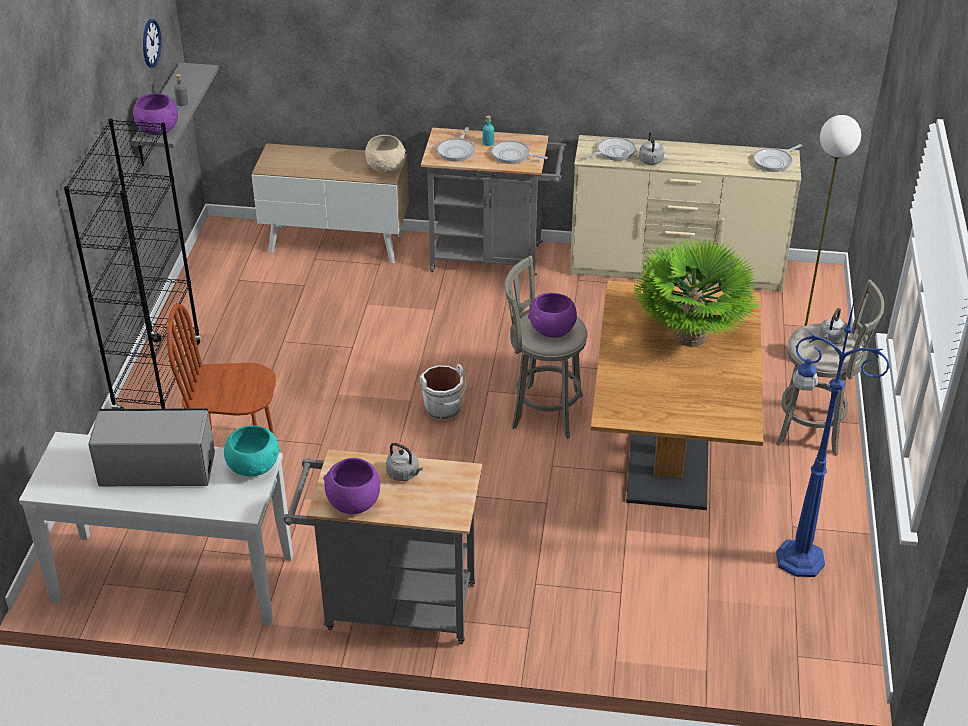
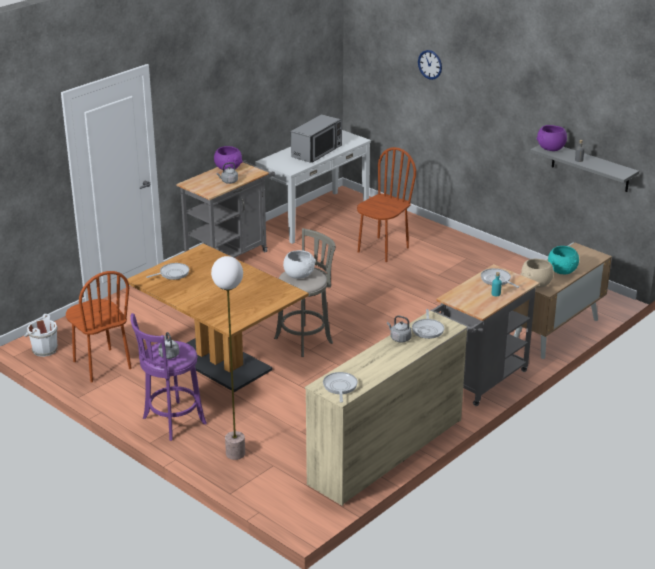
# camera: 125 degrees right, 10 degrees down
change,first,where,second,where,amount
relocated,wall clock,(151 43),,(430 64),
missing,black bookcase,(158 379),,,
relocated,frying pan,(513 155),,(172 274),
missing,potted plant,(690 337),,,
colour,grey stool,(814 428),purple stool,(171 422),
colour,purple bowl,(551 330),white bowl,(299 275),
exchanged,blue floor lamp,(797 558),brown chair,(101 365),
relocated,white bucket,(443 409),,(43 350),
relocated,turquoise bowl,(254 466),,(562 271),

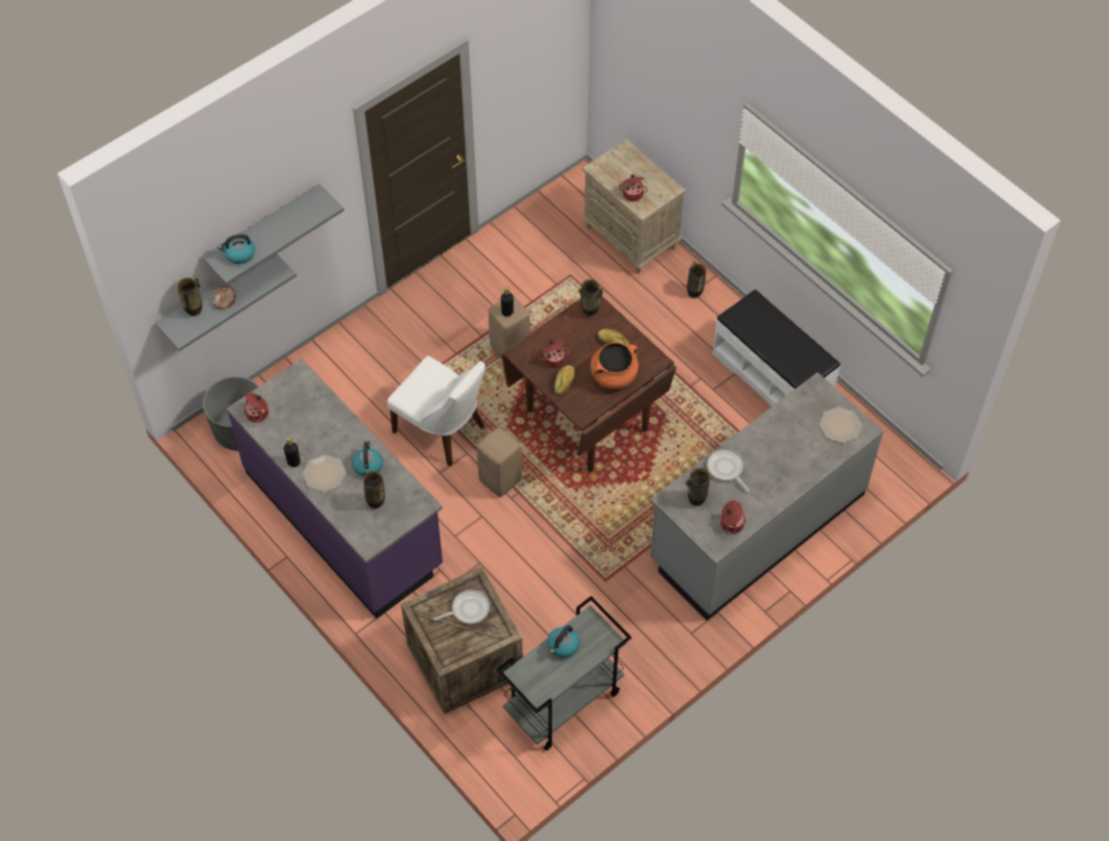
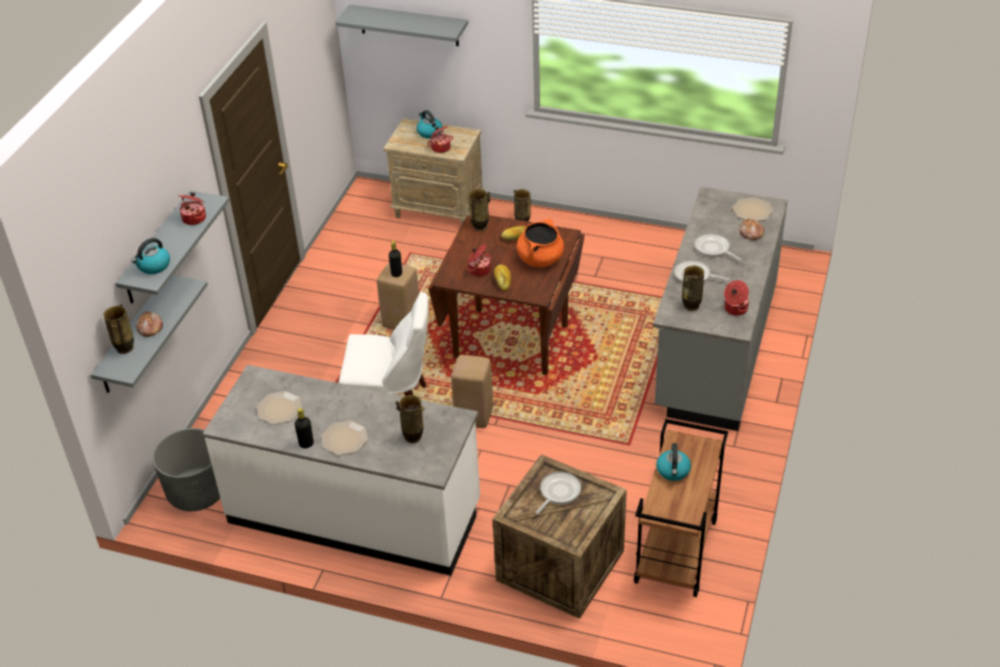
# camera: 30 degrees left, 15 degrees down
change,first,where,second,where,amount
missing,white bench,(772 376),,,
colour,purple counter,(344 519),white counter,(355 513),
relocated,cooking pot,(258 413),,(195 218),
relocated,kettle,(367 465),,(429 132),
colour,grey cart,(563 703),brown cart,(676 553),
appeared,,,grey shelf,(409 25),
appeared,,,bread,(751 233),
appeared,,,frying pan,(713 249),
appeared,,,plate,(280 408),

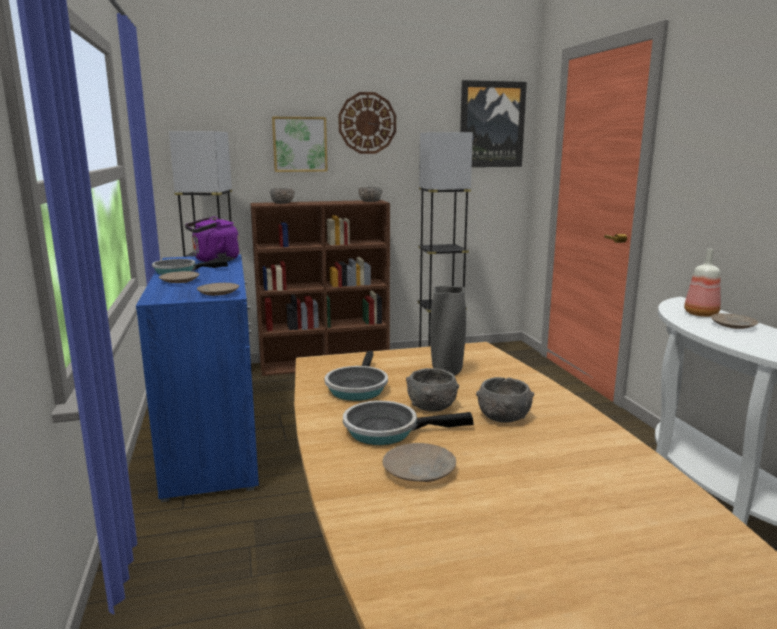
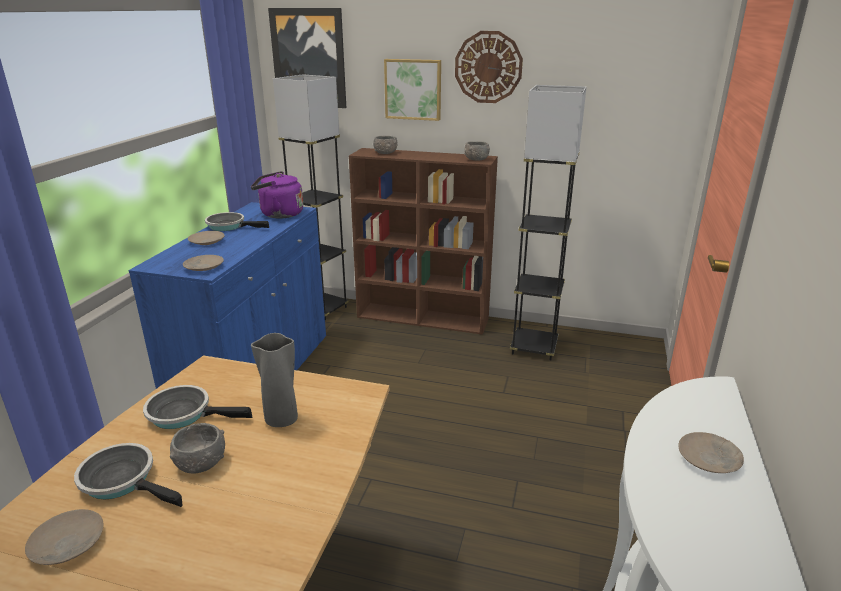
# camera: 30 degrees right, 10 degrees up
change,first,where,second,where,amount
relocated,picture,(491 124),,(309 58),
missing,bottle,(702 314),,,
spun,frying pan,(357 387),,(185 414),60 degrees clockwise
missing,grey bowl,(503 416),,,

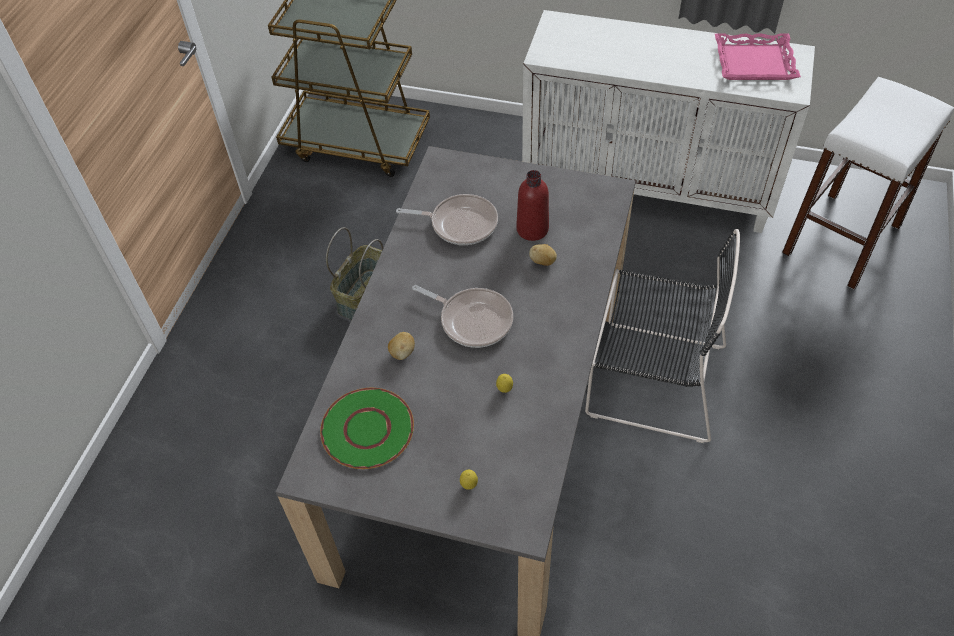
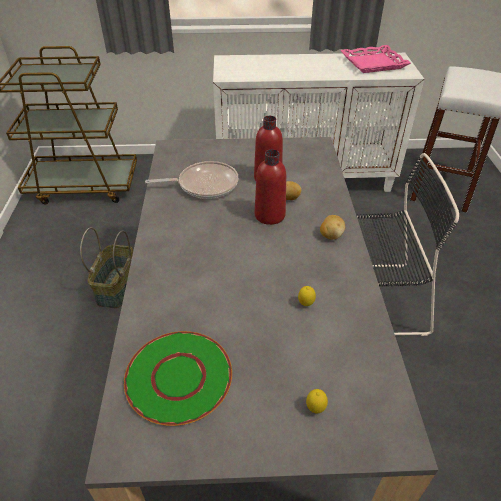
# camera: 20 degrees left, 10 degrees down
change,first,where,second,where,amount
missing,frying pan,(472 320),,,
relocated,potato,(402 352),,(331 235),
appeared,,,red bottle,(269 215),

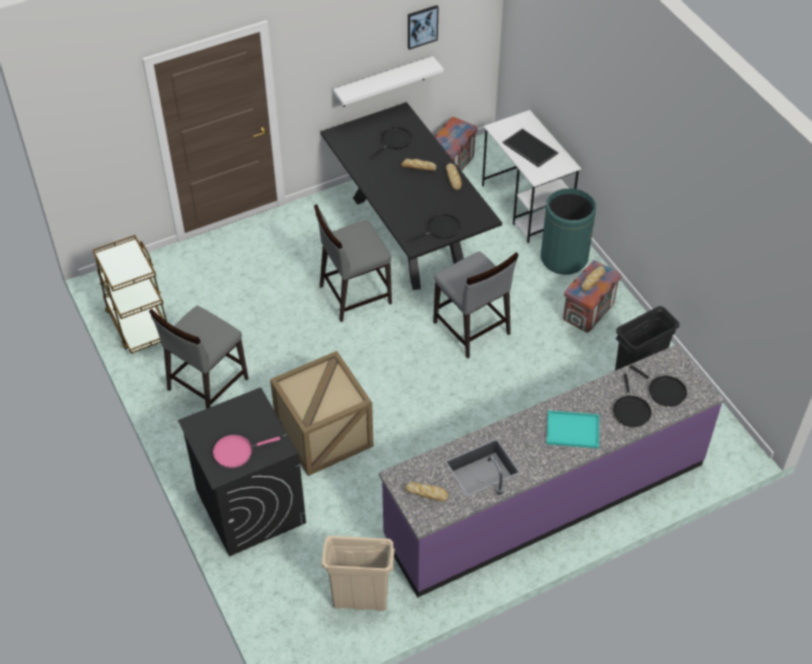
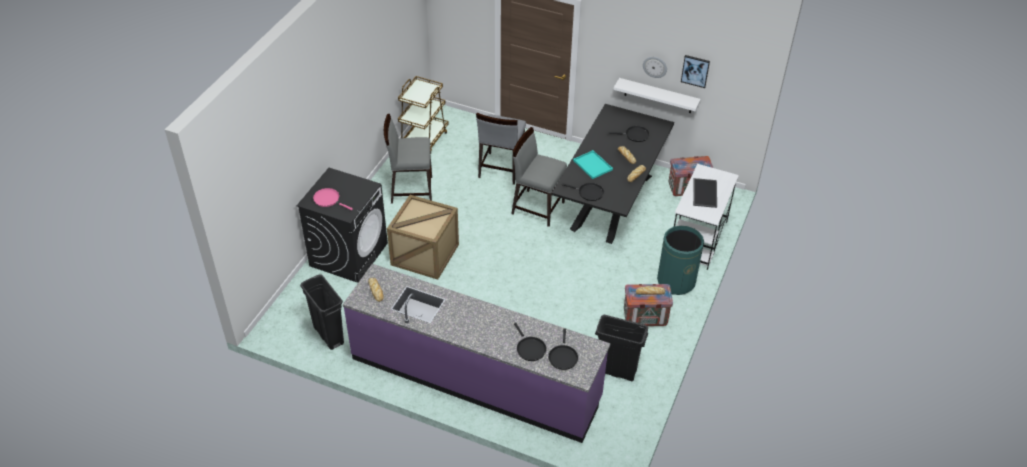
# camera: 50 degrees right, 5 degrees down
change,first,where,second,where,amount
relocated,grey chair,(471 329),,(501 168),
spun,black frying pan,(630 410),,(530 348),75 degrees counterclockwise
relocated,turquoise tray,(574 430),,(593 165),
colour,beige trash can,(360 600),black trash can,(328 335),
appeared,,,wall clock,(655 66),

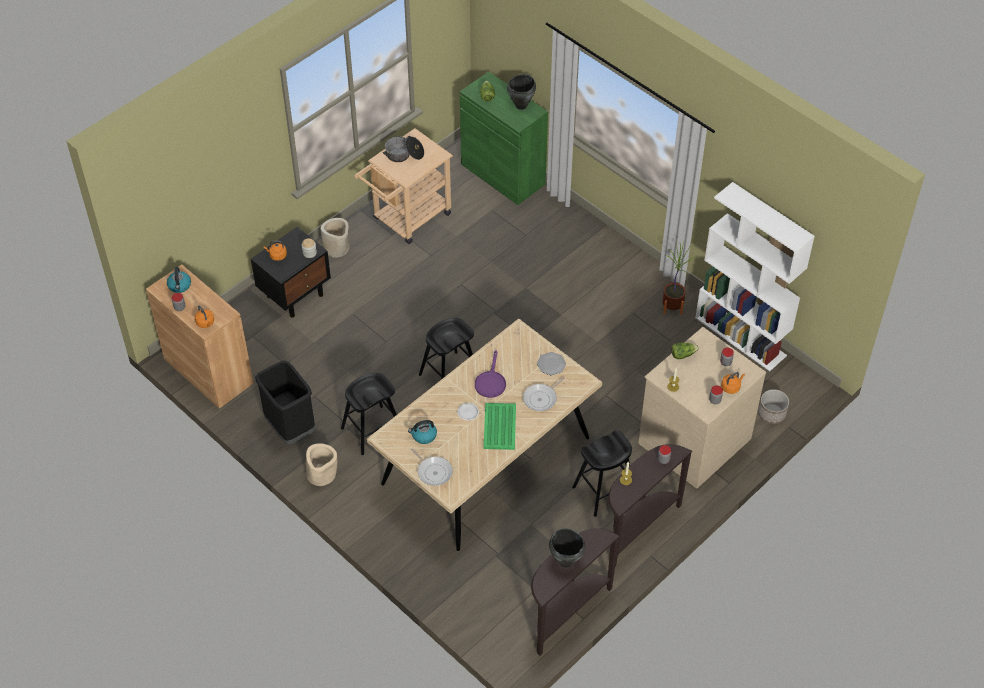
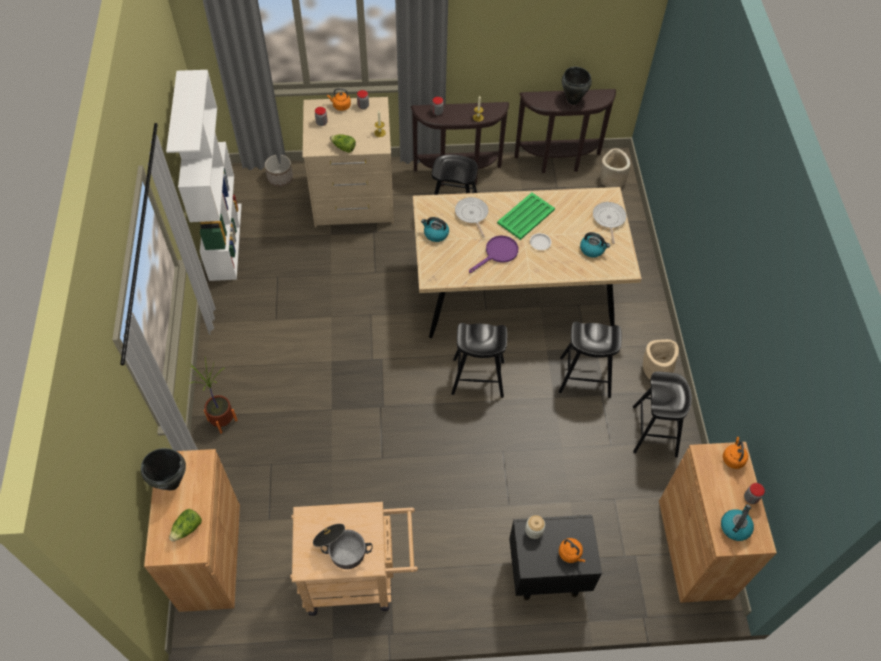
# camera: 140 degrees left, 5 degrees up
change,first,where,second,where,amount
colour,green cabinet,(503 174),brown cabinet,(210 556),
relocated,beige planter,(337 248),,(612 179),
relocated,potted plant,(672 307),,(222 420),
exchanged,plate,(551 364),kettle,(435 234),
exchanged,black trash can,(290 427),black stool,(654 431),
spun,frying pan,(541 398),,(472 214),105 degrees counterclockwise

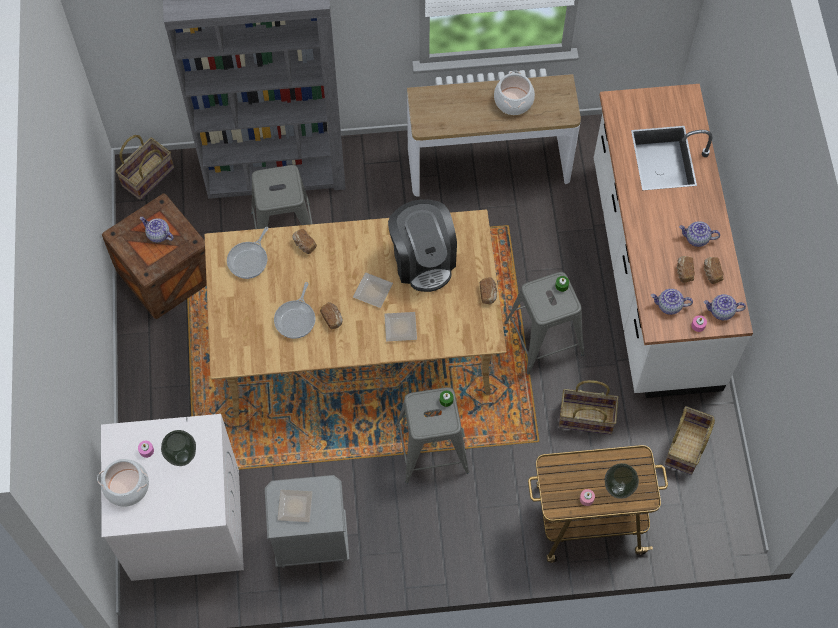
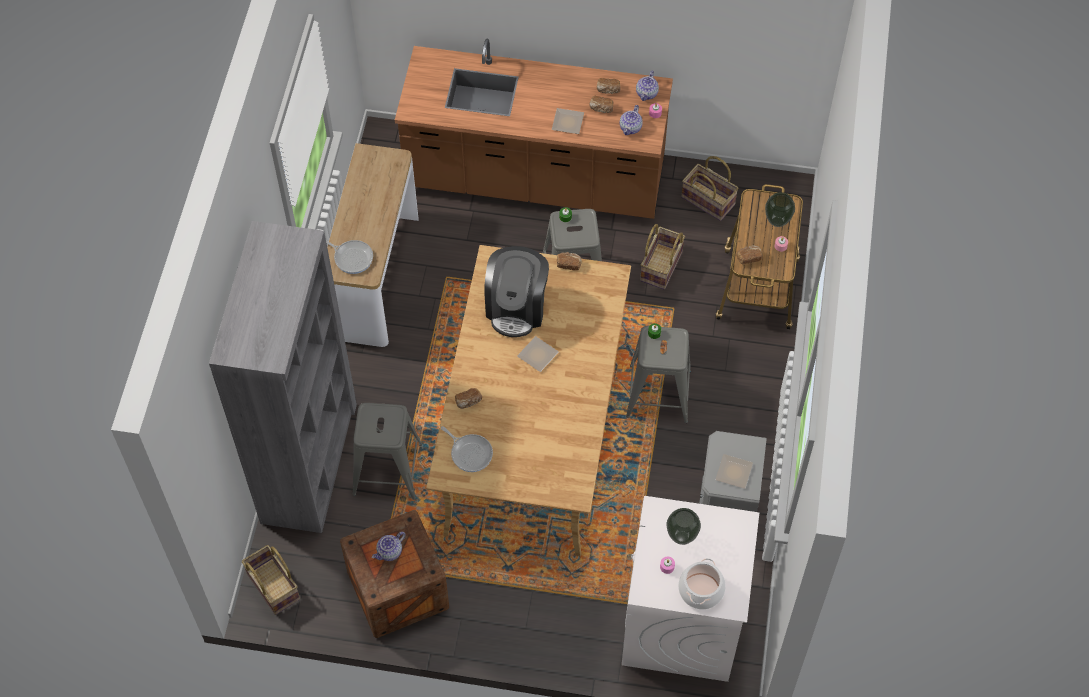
# camera: 75 degrees left, 5 degrees down
change,first,where,second,where,amount
missing,cooking pot,(513 101),,,
colour,white counter,(653 274),brown counter,(535 179),
spun,coffee machine,(423 259),,(517 307),105 degrees clockwise
missing,teapot,(696 239),,,
relocated,frying pan,(296 319),,(352 257),
relocated,bread,(332 318),,(748 258),
relocated,plate,(399 328),,(568 123),

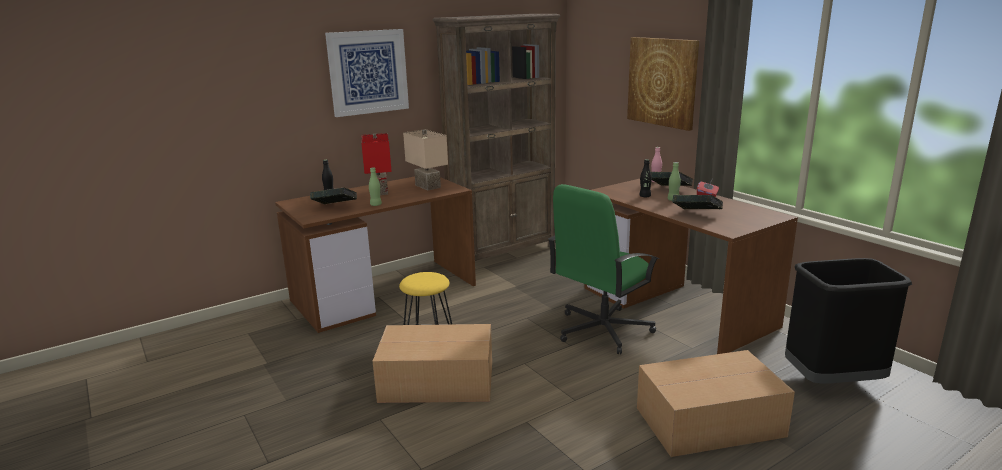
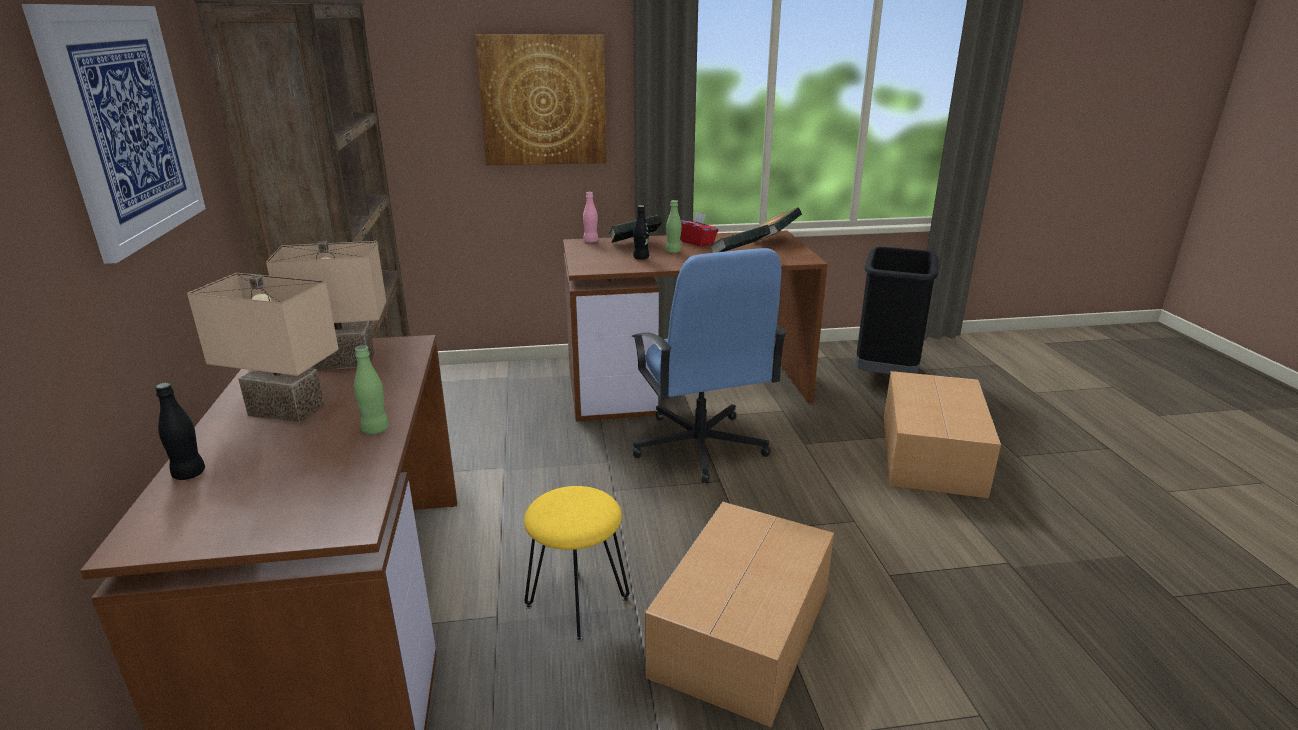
# camera: 65 degrees left, 5 degrees up
change,first,where,second,where,amount
colour,red table lamp,(381 191),beige table lamp,(289 409),
colour,green office chair,(602 330),blue office chair,(699 447),
relocated,book,(335 207),,(774 240),

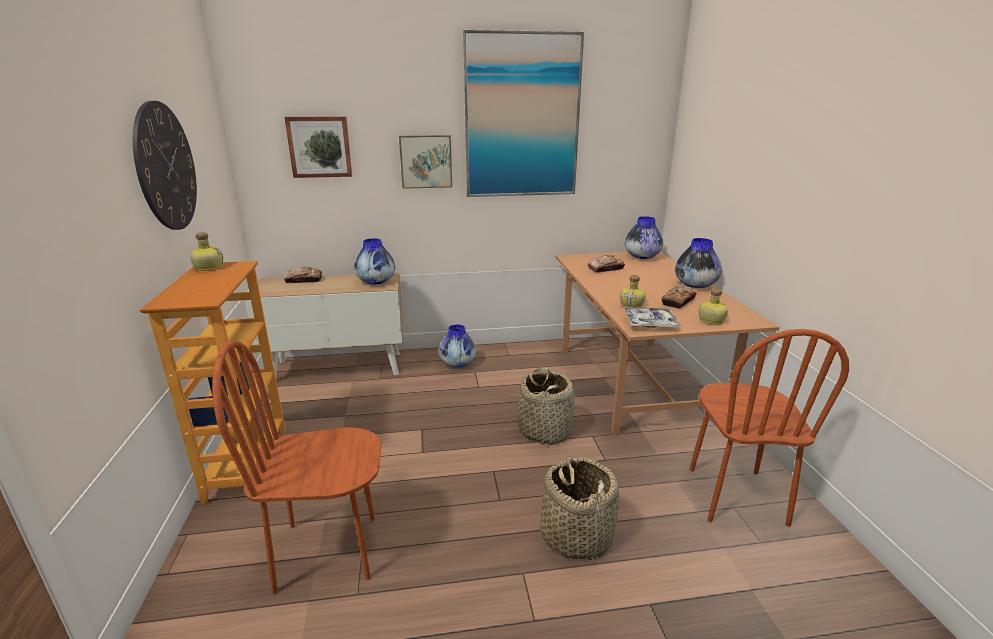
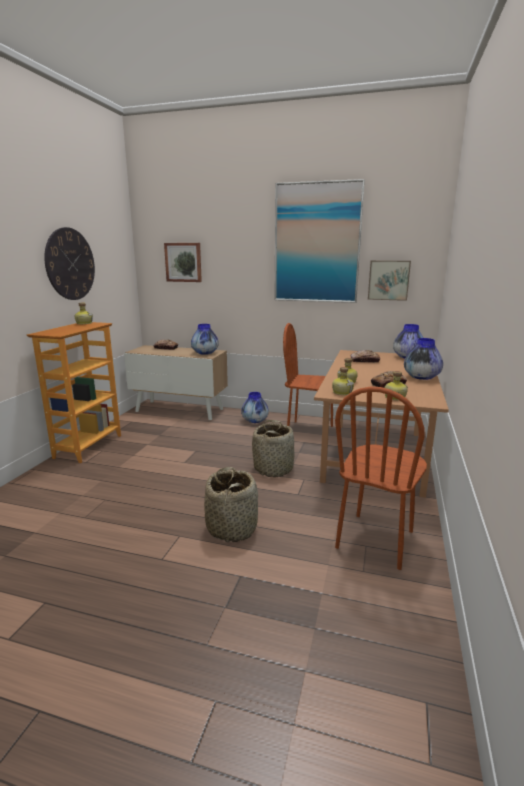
# camera: 25 degrees right, 5 degrees down
change,first,where,second,where,amount
relocated,picture,(426 161),,(388 280),
exchanged,tray,(650 323),bottle,(342 392),
relocated,brown chair,(328 551),,(310 430),

